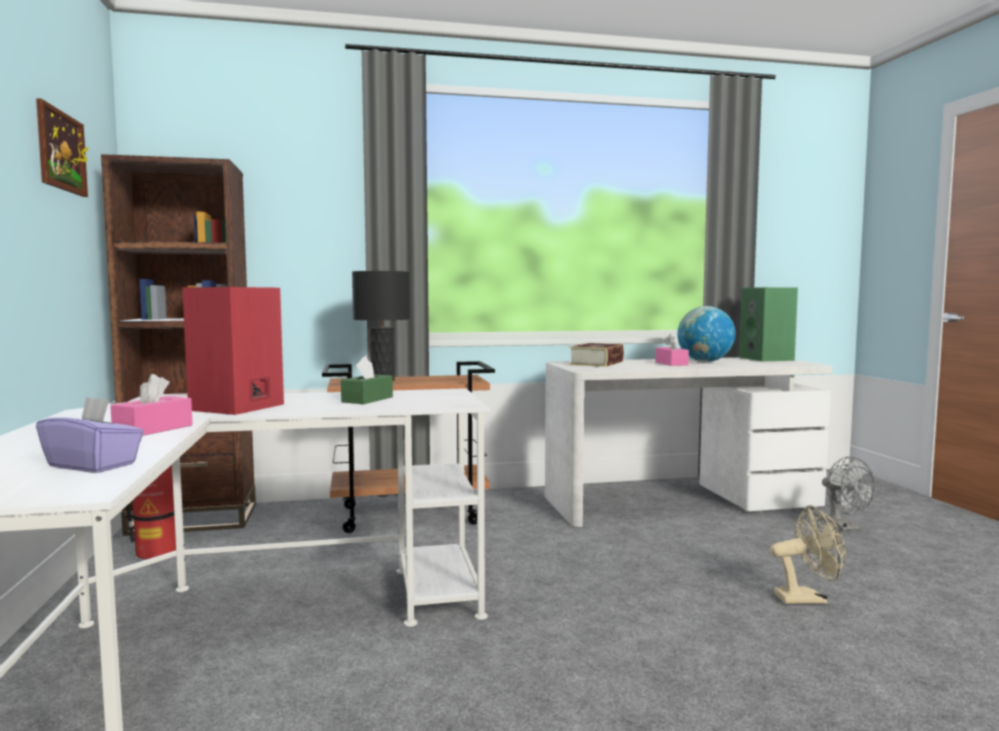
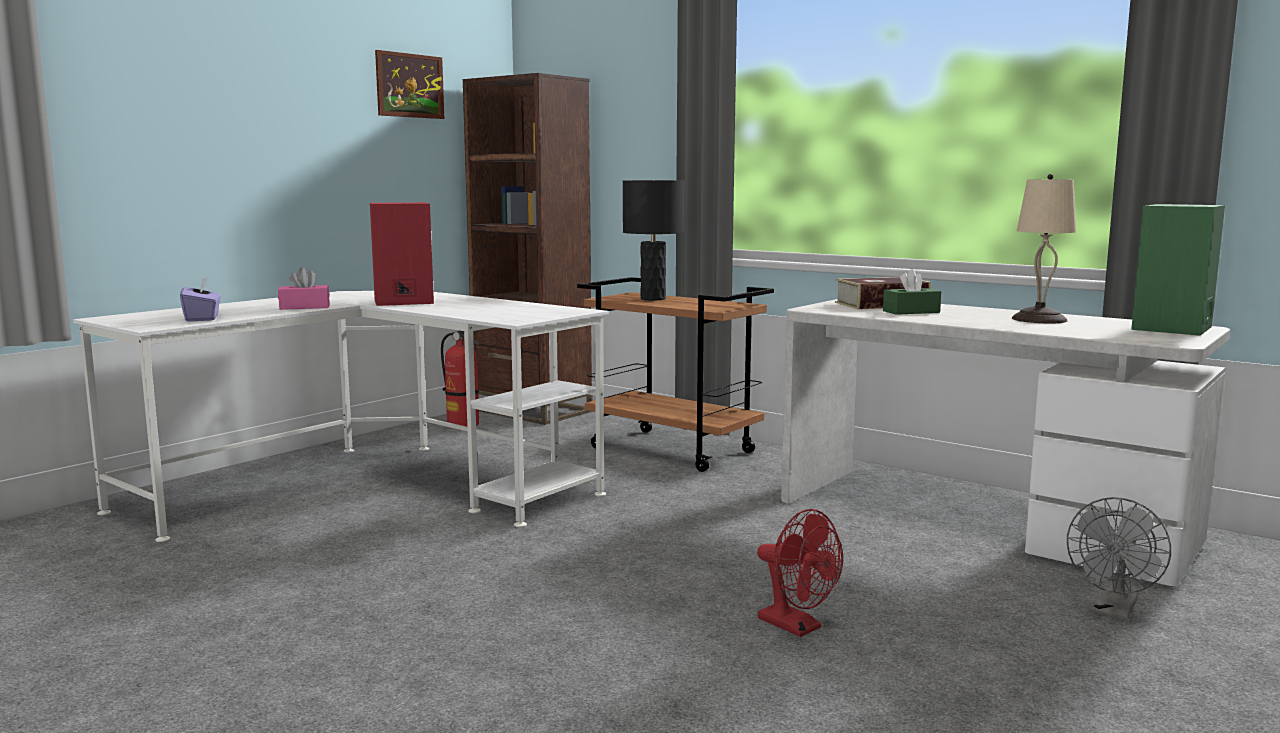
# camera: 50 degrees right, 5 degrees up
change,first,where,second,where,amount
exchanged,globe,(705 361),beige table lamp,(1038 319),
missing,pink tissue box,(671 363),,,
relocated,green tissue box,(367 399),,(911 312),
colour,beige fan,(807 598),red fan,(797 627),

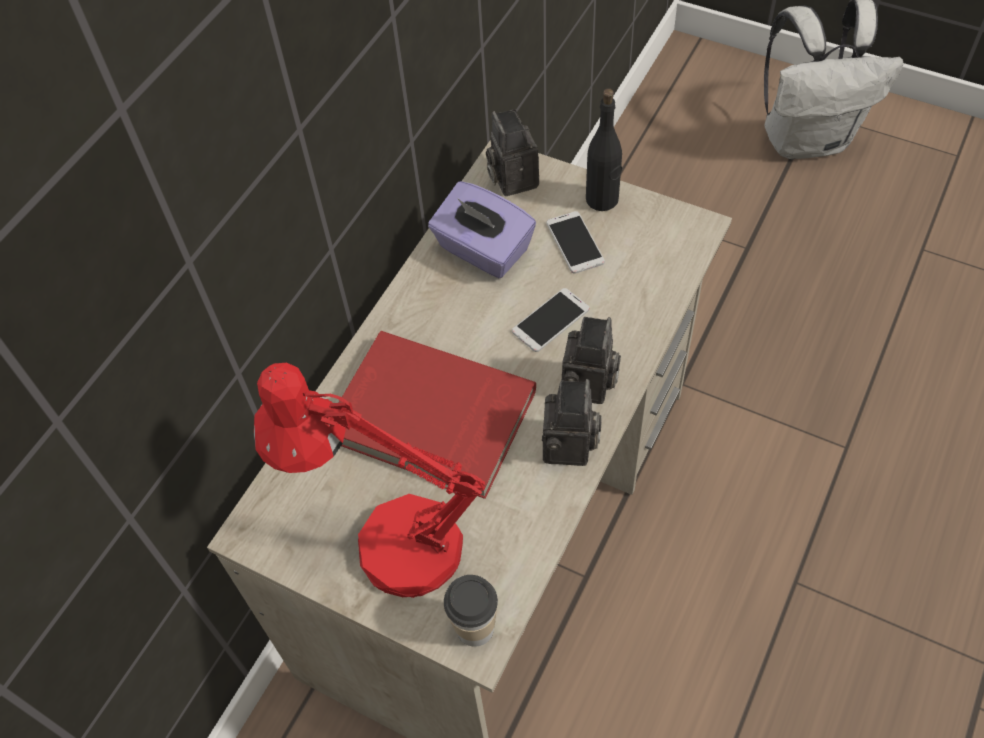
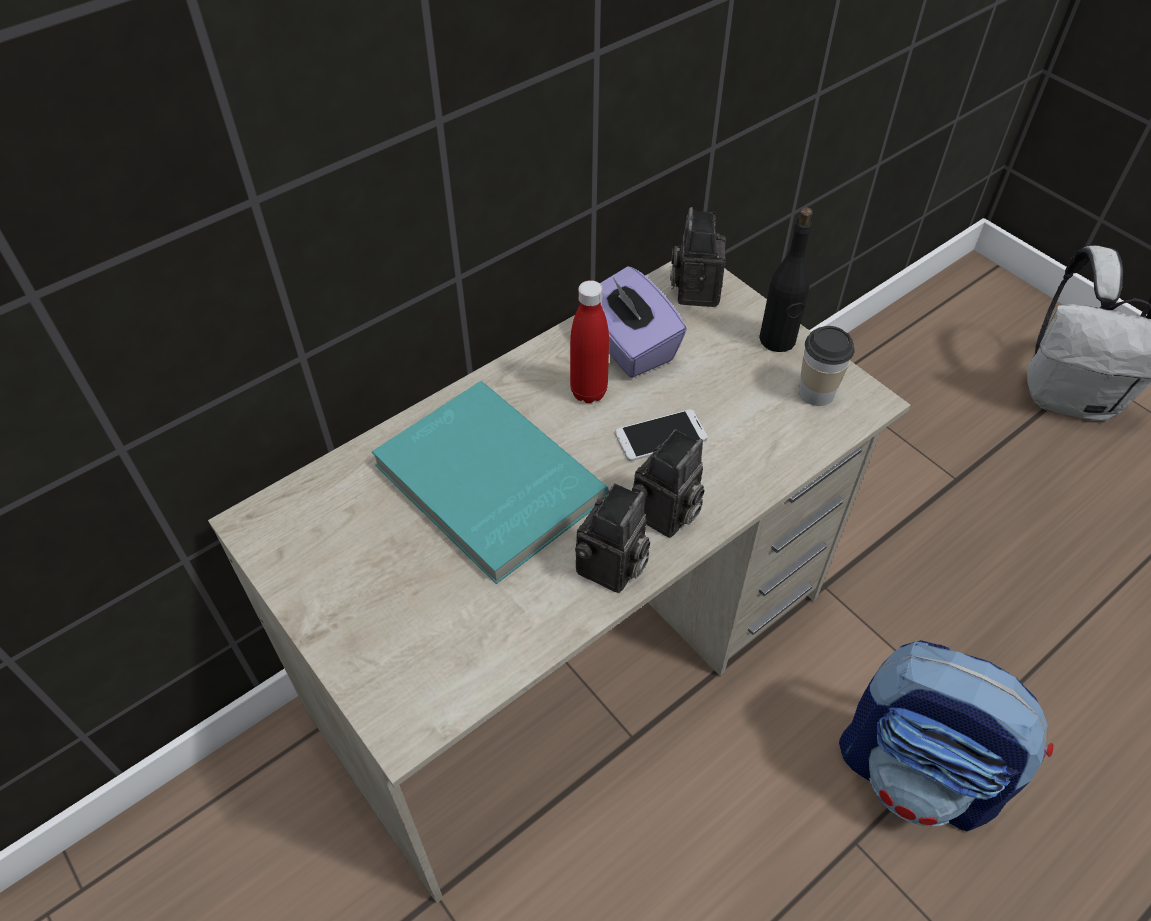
# camera: 20 degrees right, 5 degrees down
change,first,where,second,where,amount
missing,phone,(575 243),,,
colour,red book,(430 419),turquoise book,(486 484),
missing,red table lamp,(388 542),,,
relocated,cup,(474 627),,(816 392),
appeared,,,red bottle,(588 392),
appeared,,,backpack,(917 772),

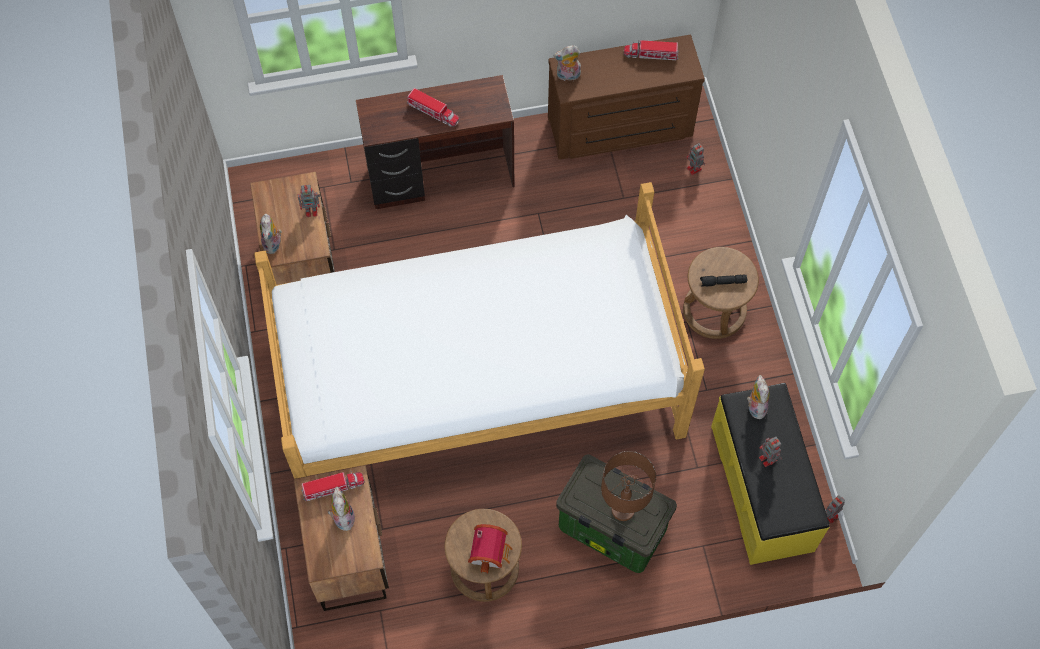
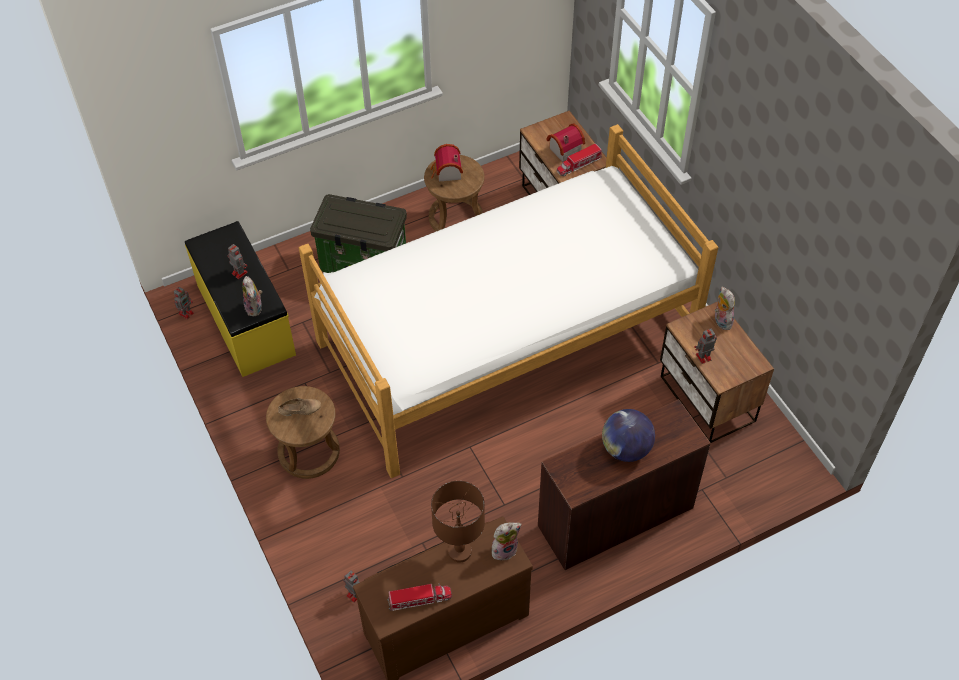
# camera: 165 degrees right, 10 degrees down
change,first,where,second,where,amount
exchanged,toy truck,(433 112),globe,(626 449),
exchanged,black flashlight,(722 282),beige shoe,(300 408),
relocated,brown table lamp,(622 510),,(460 551),
exchanged,plush toy,(342 517),toy house,(563 149),

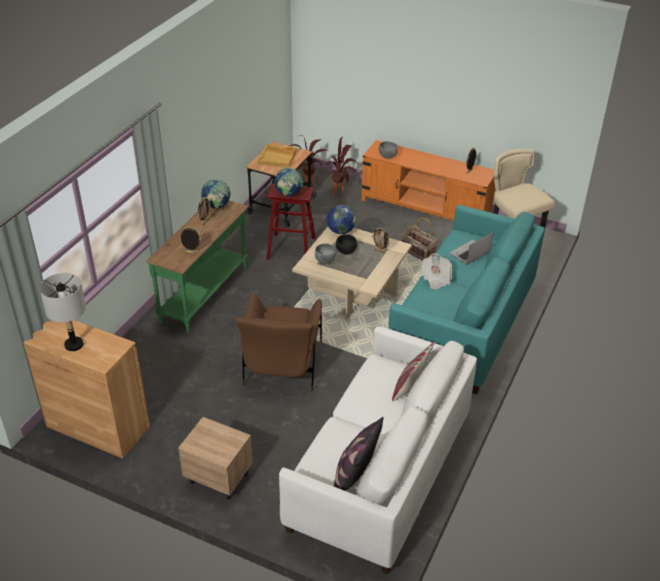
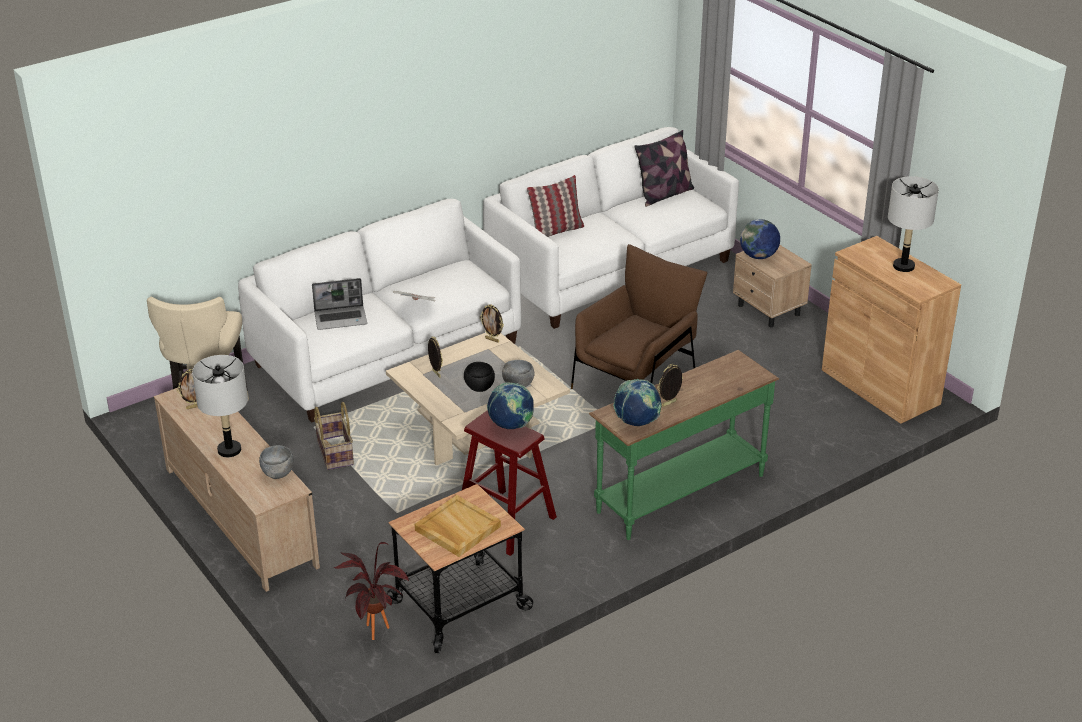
# camera: 150 degrees left, 5 degrees down
change,first,where,second,where,amount
missing,potted plant,(341 194),,,
colour,orange tv stand,(425 208),beige tv stand,(239 516),
relocated,globe,(340 231),,(758 256),
colour,turquoise sofa,(463 323),white sofa,(387 354),
relocated,picture frame,(191 252),,(492 340),
appeared,,,grey table lamp,(229 450),

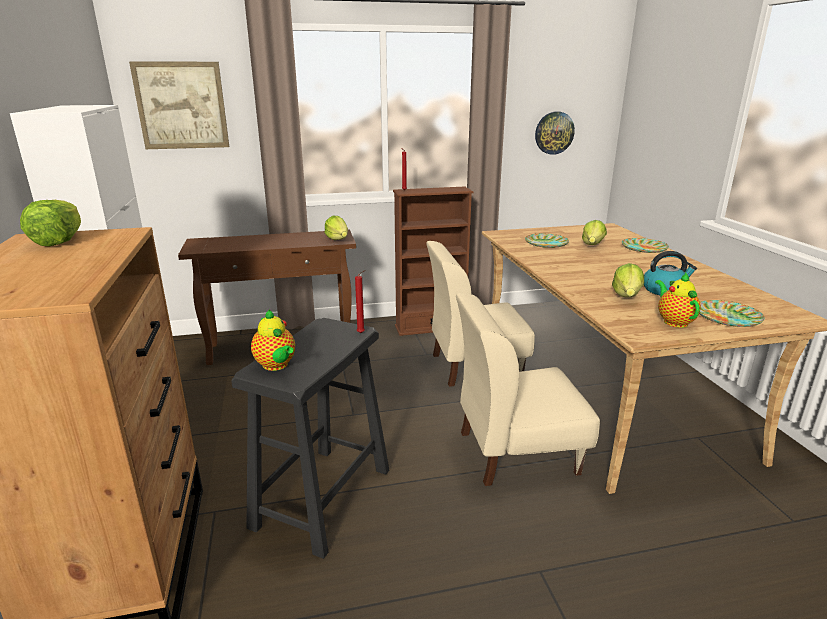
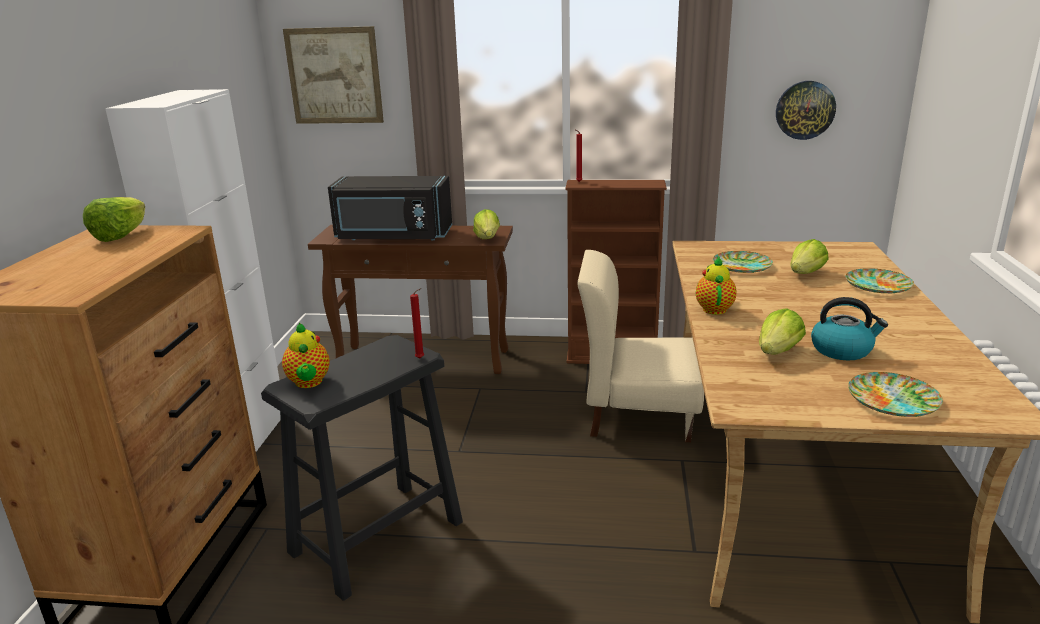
# camera: 20 degrees right, 0 degrees up
change,first,where,second,where,amount
relocated,teapot,(673 321),,(714 308),
missing,beige chair,(516 452),,,
appeared,,,black microwave,(393 237),

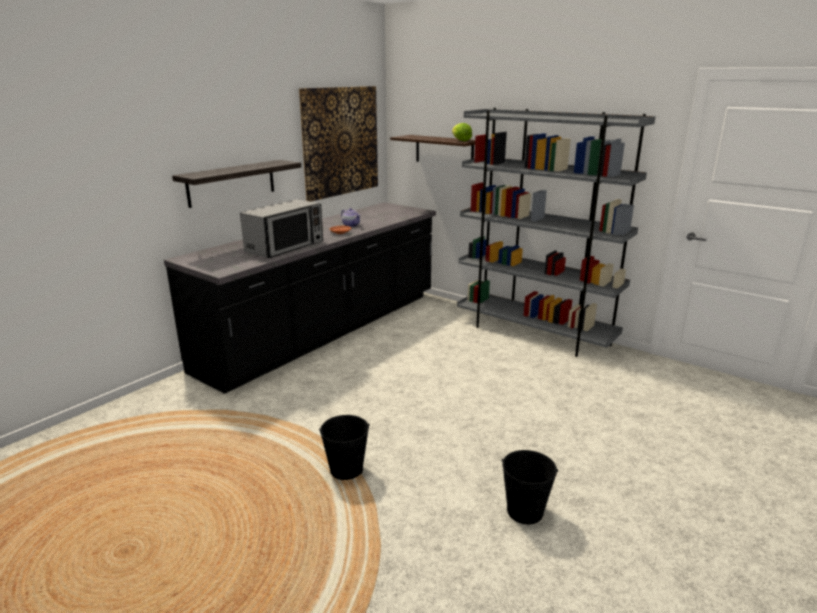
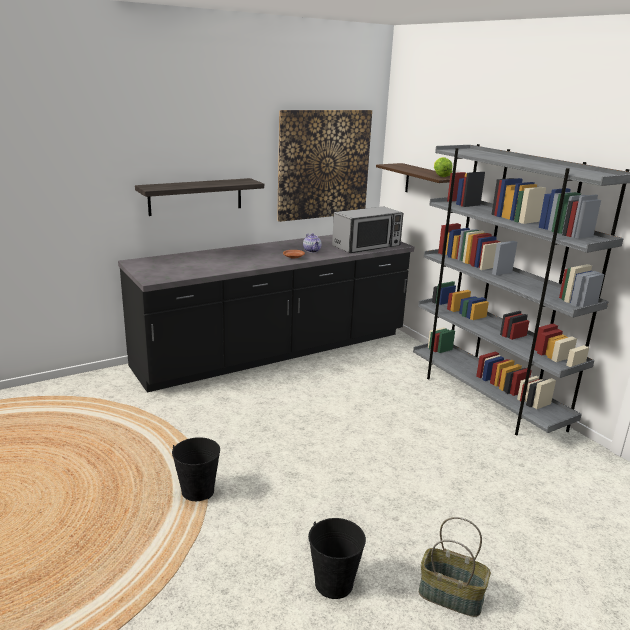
# camera: 20 degrees right, 0 degrees up
change,first,where,second,where,amount
relocated,microwave,(285 247),,(367 246),
appeared,,,basket,(451 595),

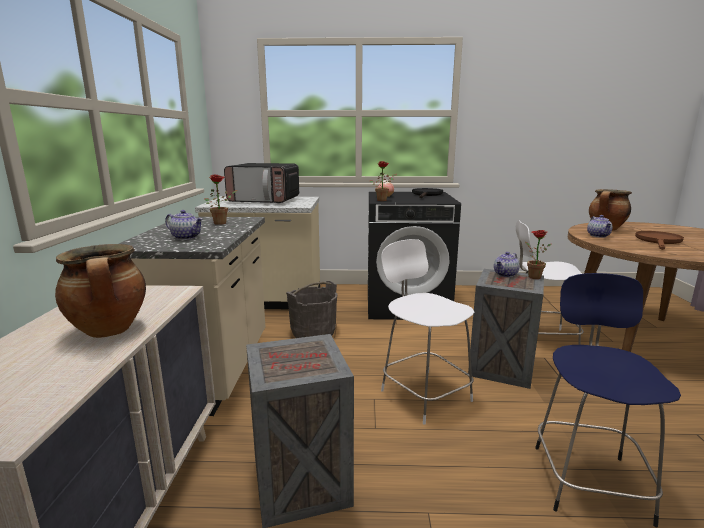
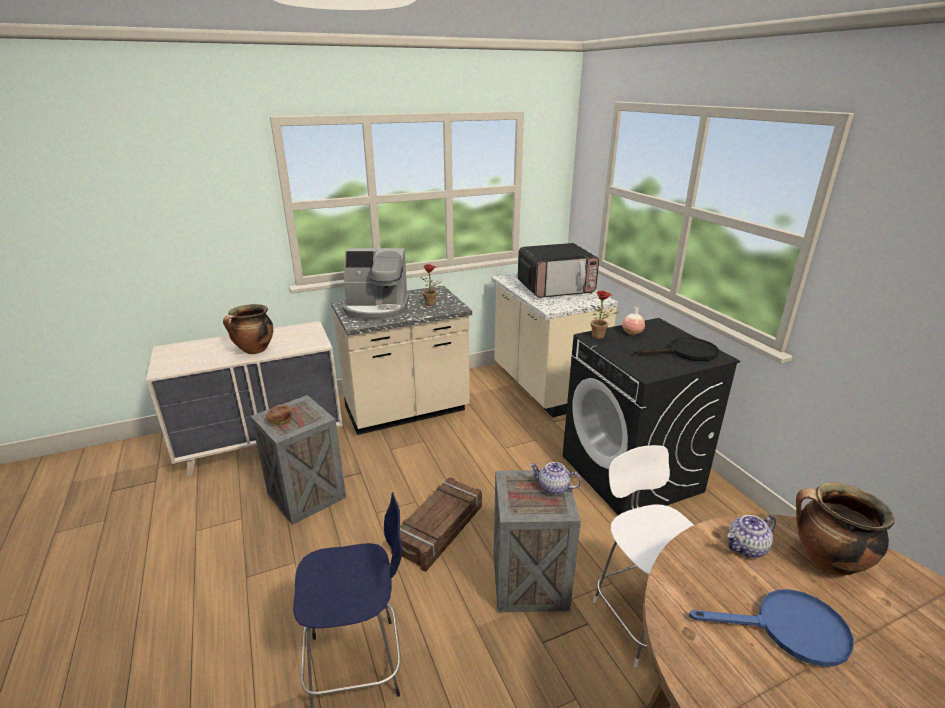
# camera: 65 degrees right, 10 degrees up
change,first,where,second,where,amount
spun,microwave,(265 200),,(556 288),90 degrees counterclockwise
exchanged,teapot,(186 237),coffee machine,(376 309),
missing,potted plant,(532 276),,,
colour,brown frying pan,(658 241),blue frying pan,(789 630),
exchanged,white chair,(423 394),crate,(439 529),
missing,grey bucket,(313 332),,,
appeared,,,bread,(280 420),

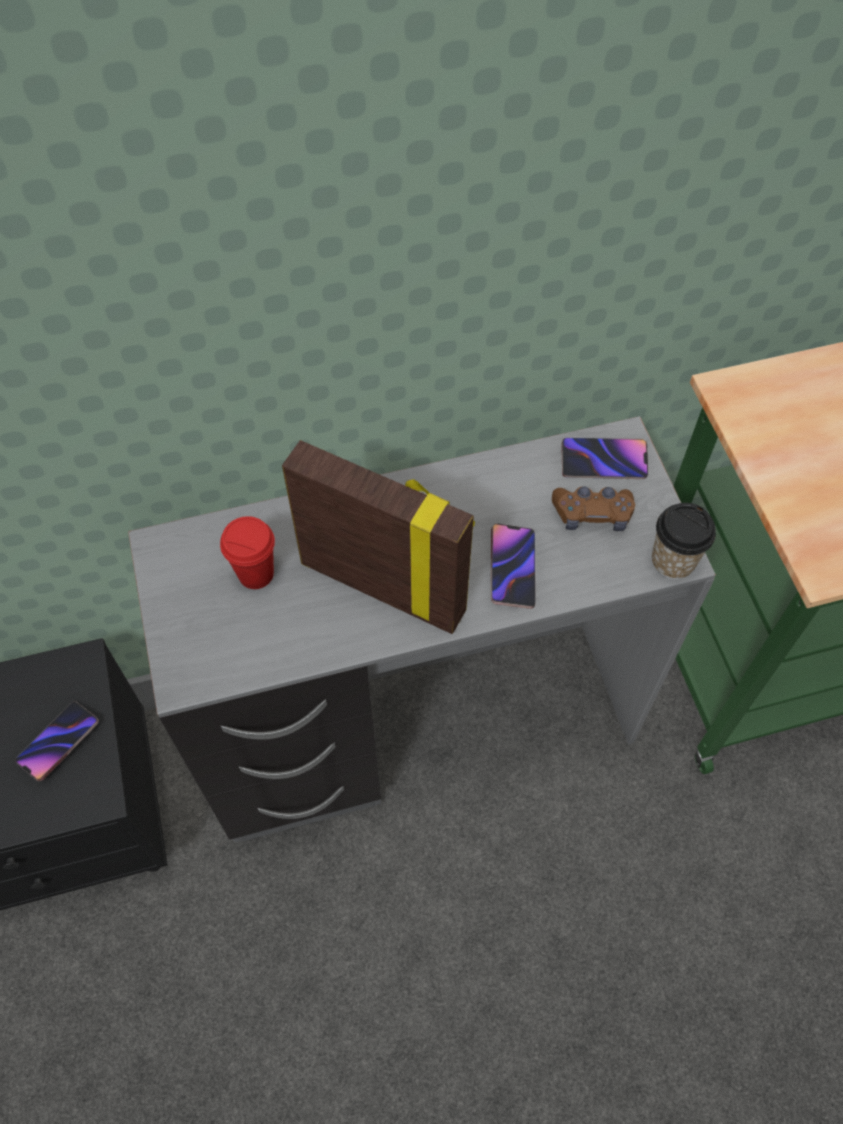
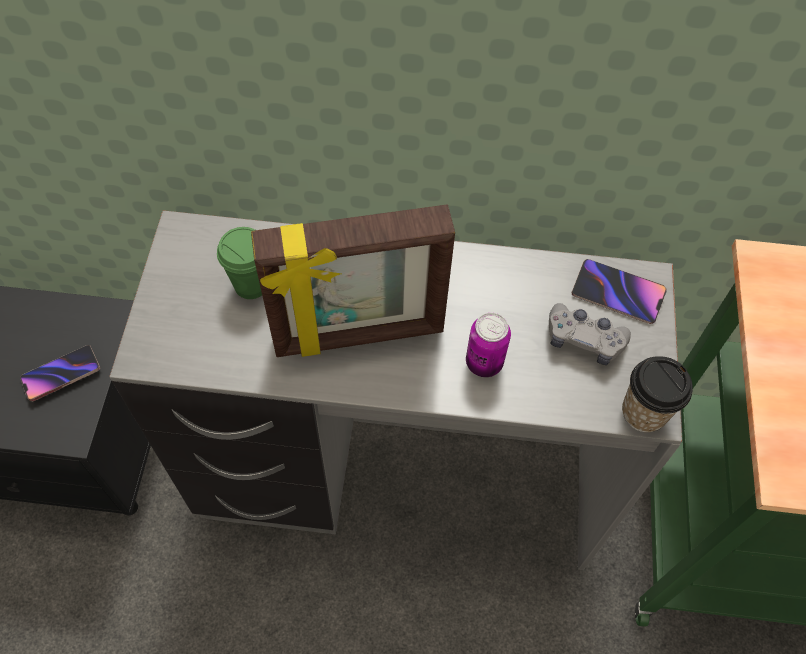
# camera: 20 degrees right, 0 degrees up
change,first,where,second,where,amount
spun,picture frame,(384 585),,(359 336),120 degrees clockwise
colour,brown game controller,(592 514),grey game controller,(584 340),
colour,red cup,(256 574),green cup,(251 285),
exchanged,phone,(512 568),can,(484 363),

